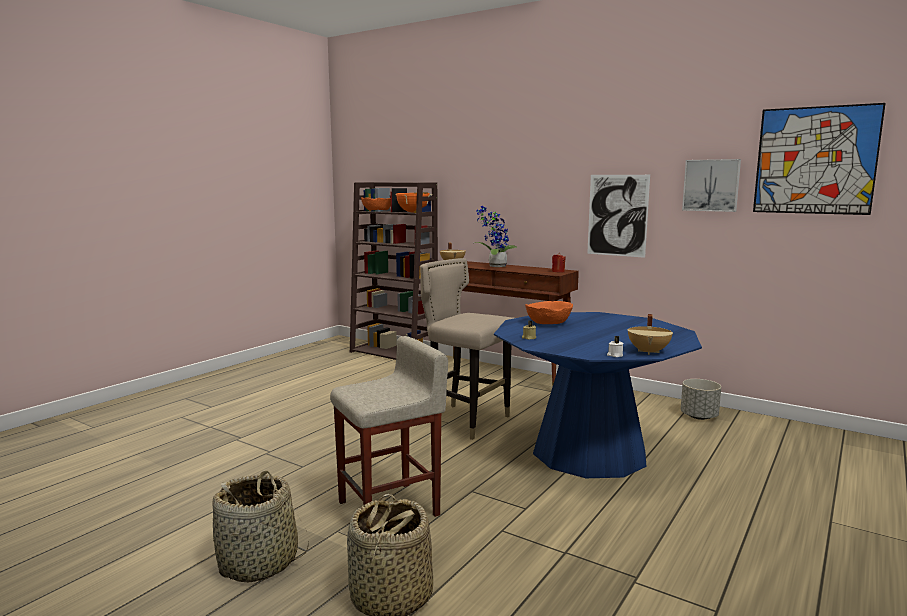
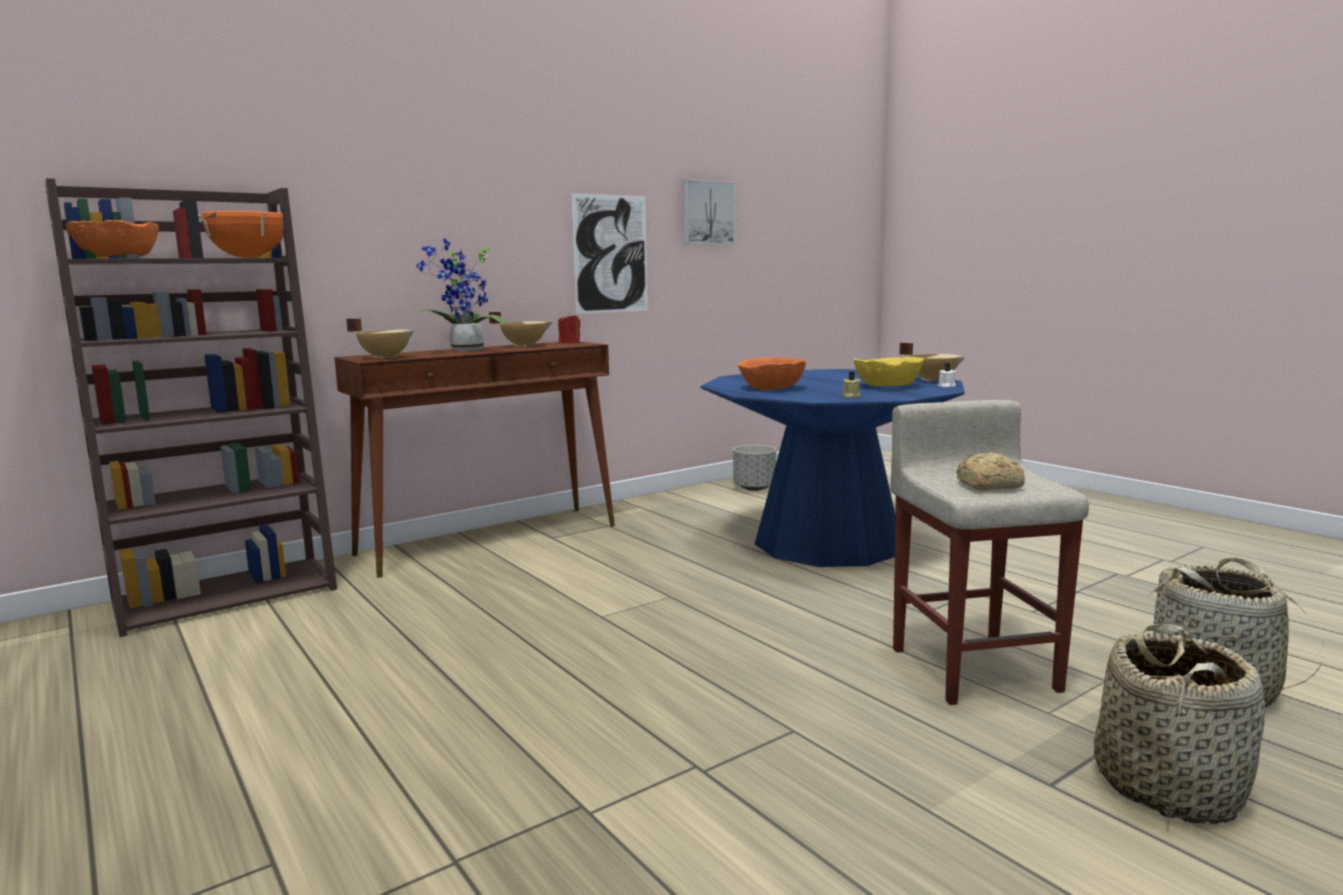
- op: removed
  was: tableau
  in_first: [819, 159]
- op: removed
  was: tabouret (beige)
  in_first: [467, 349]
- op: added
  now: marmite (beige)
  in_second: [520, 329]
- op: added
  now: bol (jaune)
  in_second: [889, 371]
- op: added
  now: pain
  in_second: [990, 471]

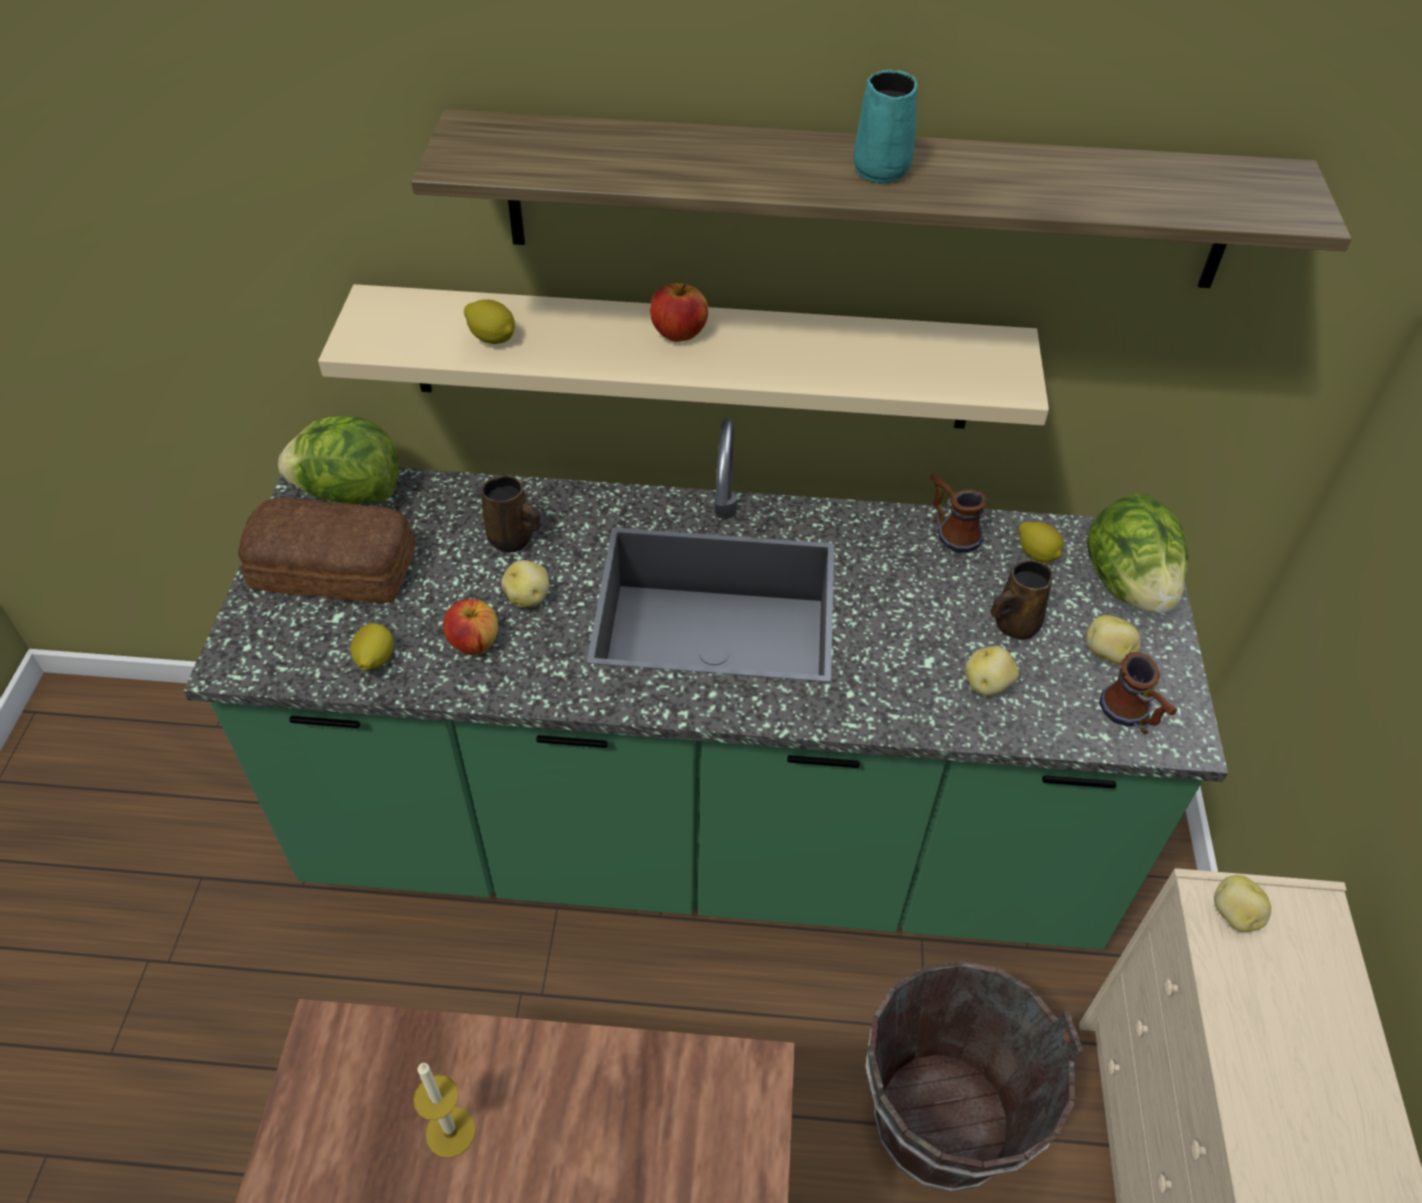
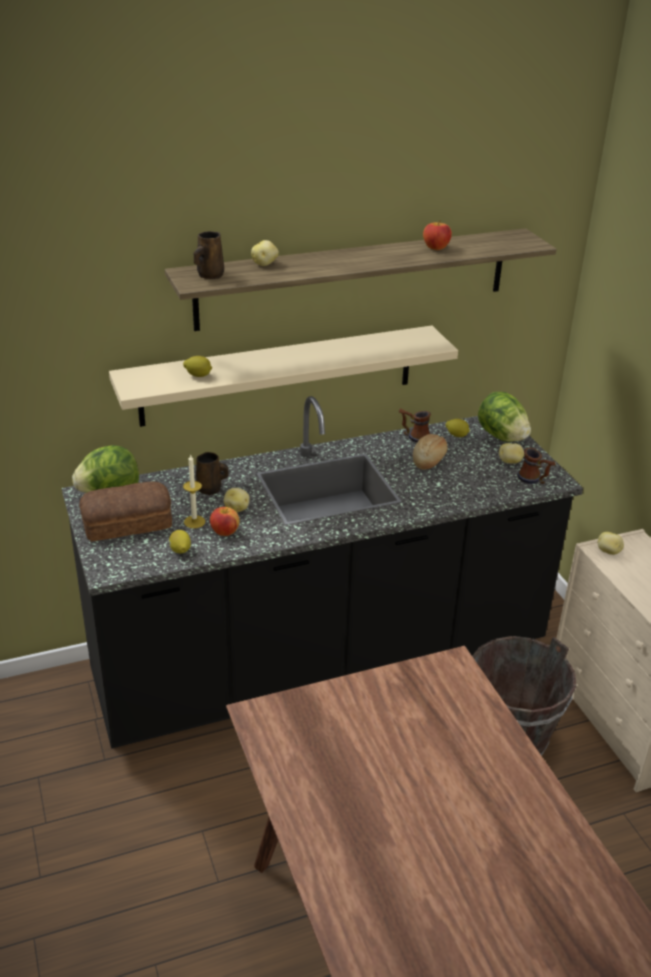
- op: removed
  was: mug (turquoise)
  in_first: [885, 127]
- op: moved
  was: pomme
  in_first: [679, 312]
  in_second: [437, 235]
- op: recoloured
  was: comptoir de cuisine (vert)
  now: comptoir de cuisine (noir)
  in_first: [706, 684]
  in_second: [322, 572]
- op: moved
  was: mug (marron)
  in_first: [1021, 600]
  in_second: [209, 255]
- op: moved
  was: pomme de terre
  in_first: [992, 671]
  in_second: [265, 253]
- op: moved
  was: bougie
  in_first: [444, 1110]
  in_second: [194, 491]
- op: added
  now: pain
  in_second: [430, 452]

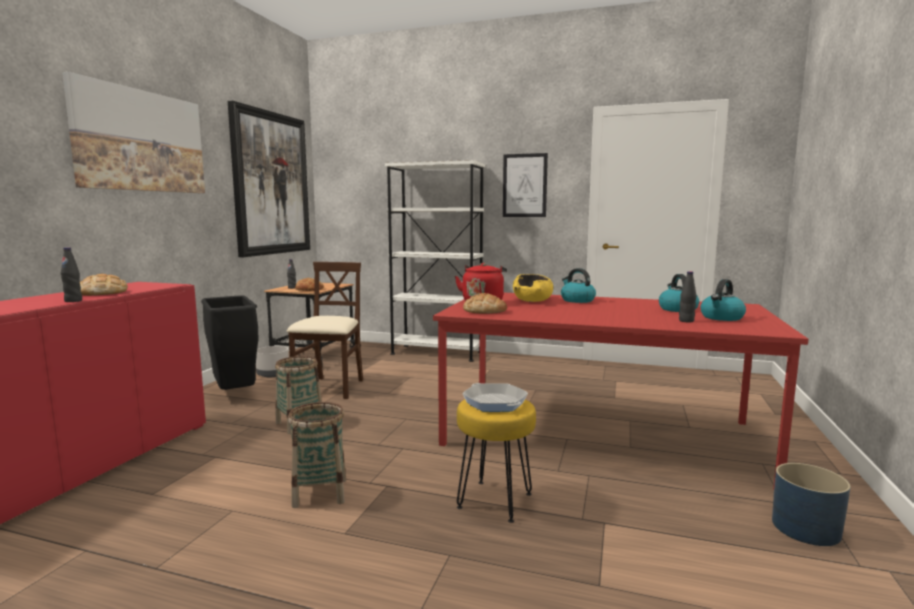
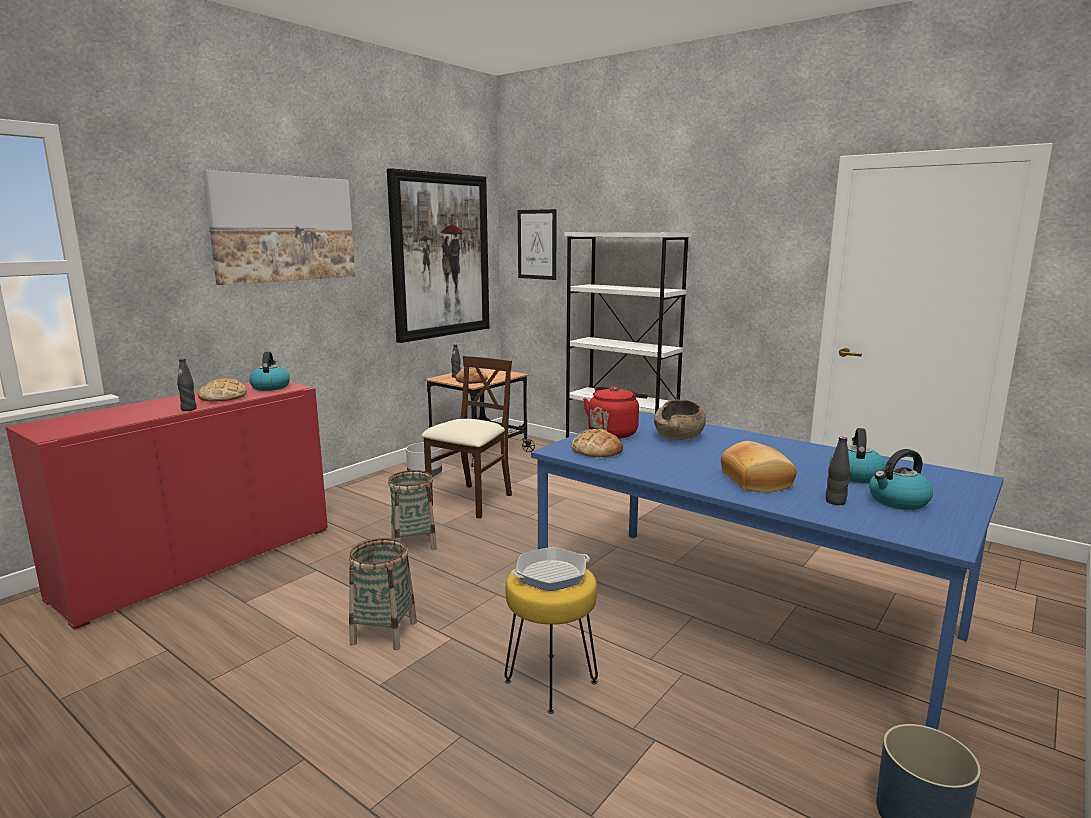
- op: moved
  was: tableau
  in_first: [525, 185]
  in_second: [537, 244]
- op: moved
  was: bouilloire
  in_first: [578, 285]
  in_second: [269, 371]
- op: recoloured
  was: bol (jaune)
  now: bol (marron)
  in_first: [533, 288]
  in_second: [680, 420]
- op: recoloured
  was: table à manger (rouge)
  now: table à manger (bleu)
  in_first: [621, 391]
  in_second: [767, 571]
- op: removed
  was: poubelle (noir)
  in_first: [229, 342]
- op: turned
  was: poêle
  in_first: [495, 397]
  in_second: [550, 569]
  clockwise: 75
- op: added
  now: pain
  in_second: [759, 466]

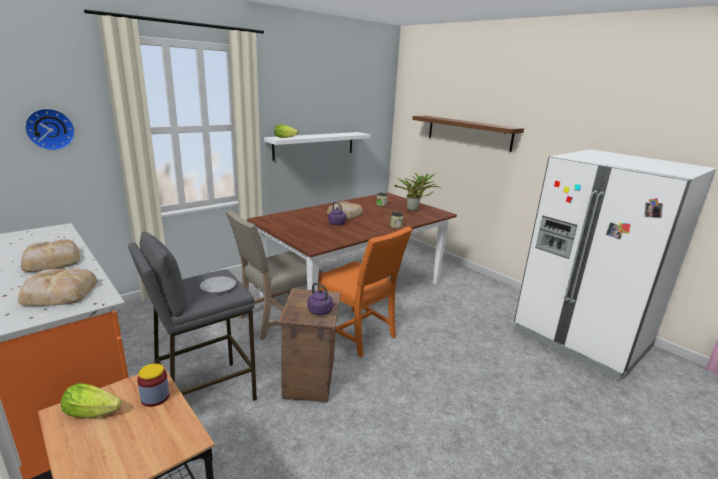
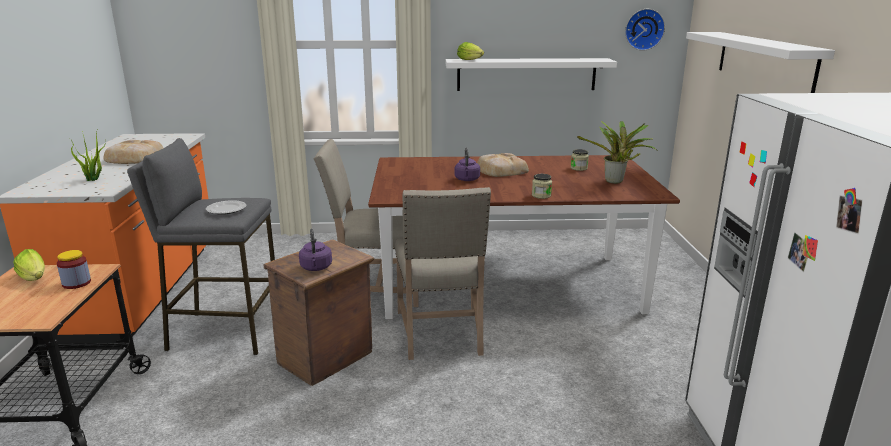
- op: moved
  was: horloge murale
  in_first: [49, 129]
  in_second: [645, 30]
- op: recoloured
  was: étagère (marron)
  now: étagère (blanc)
  in_first: [468, 134]
  in_second: [760, 62]
- op: recoloured
  was: chaise (orange)
  now: chaise (beige)
  in_first: [365, 292]
  in_second: [443, 273]
- op: replaced
  was: pain
  now: plante en pot
  in_first: [57, 287]
  in_second: [88, 154]

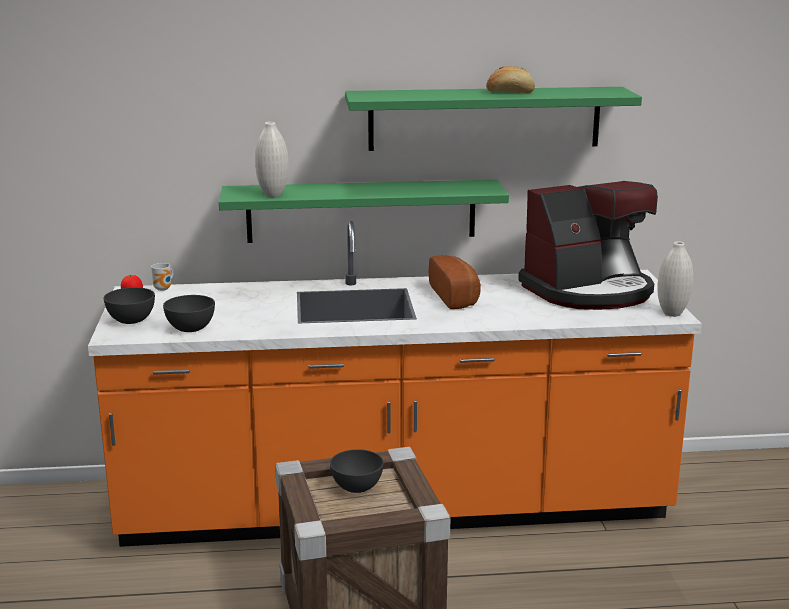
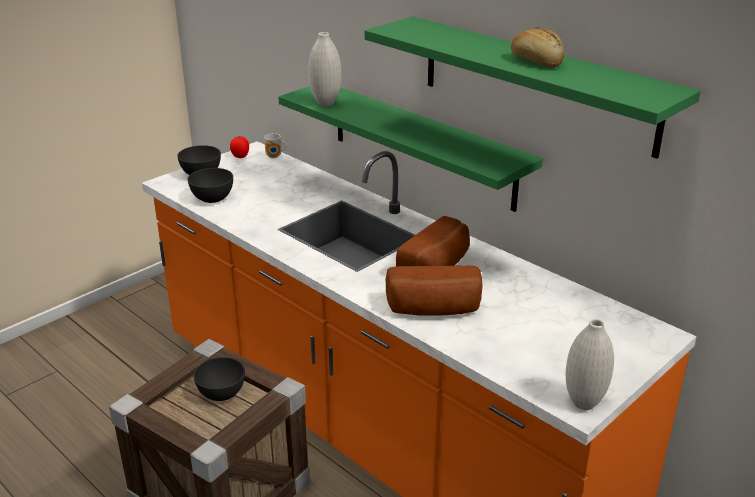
- op: removed
  was: machine à café
  in_first: [588, 245]
- op: added
  now: pain
  in_second: [434, 290]

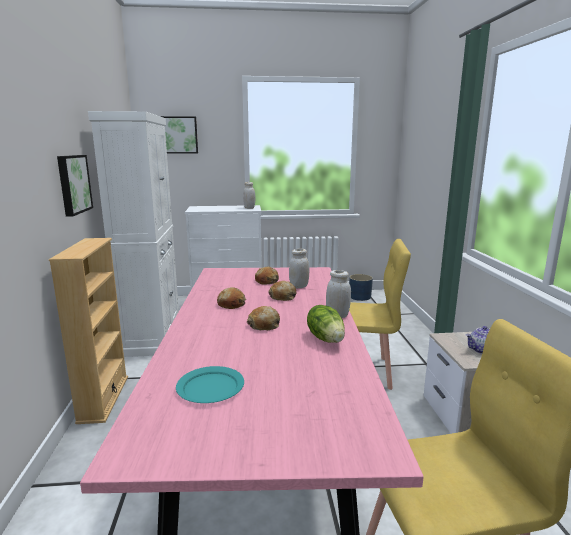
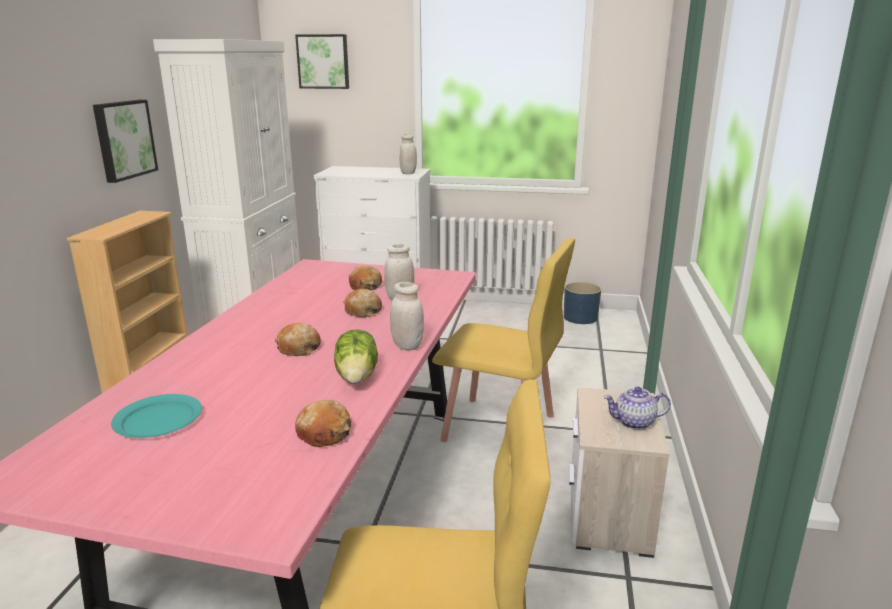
- op: moved
  was: pain
  in_first: [231, 298]
  in_second: [323, 423]

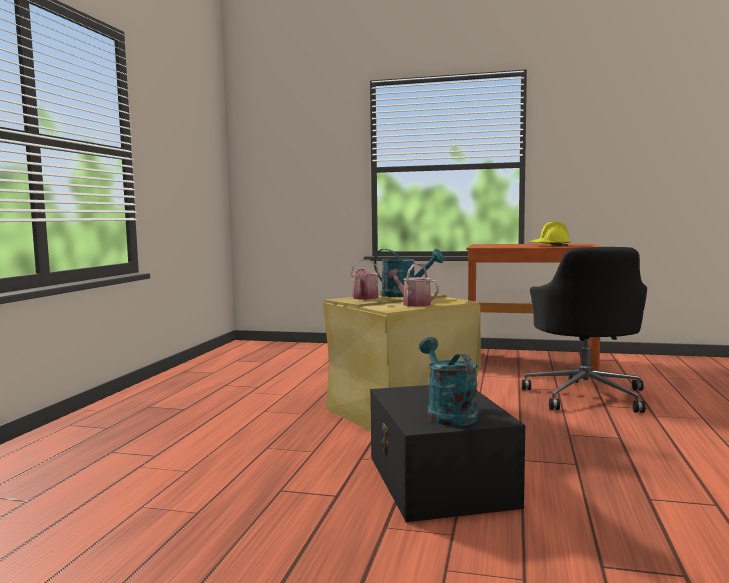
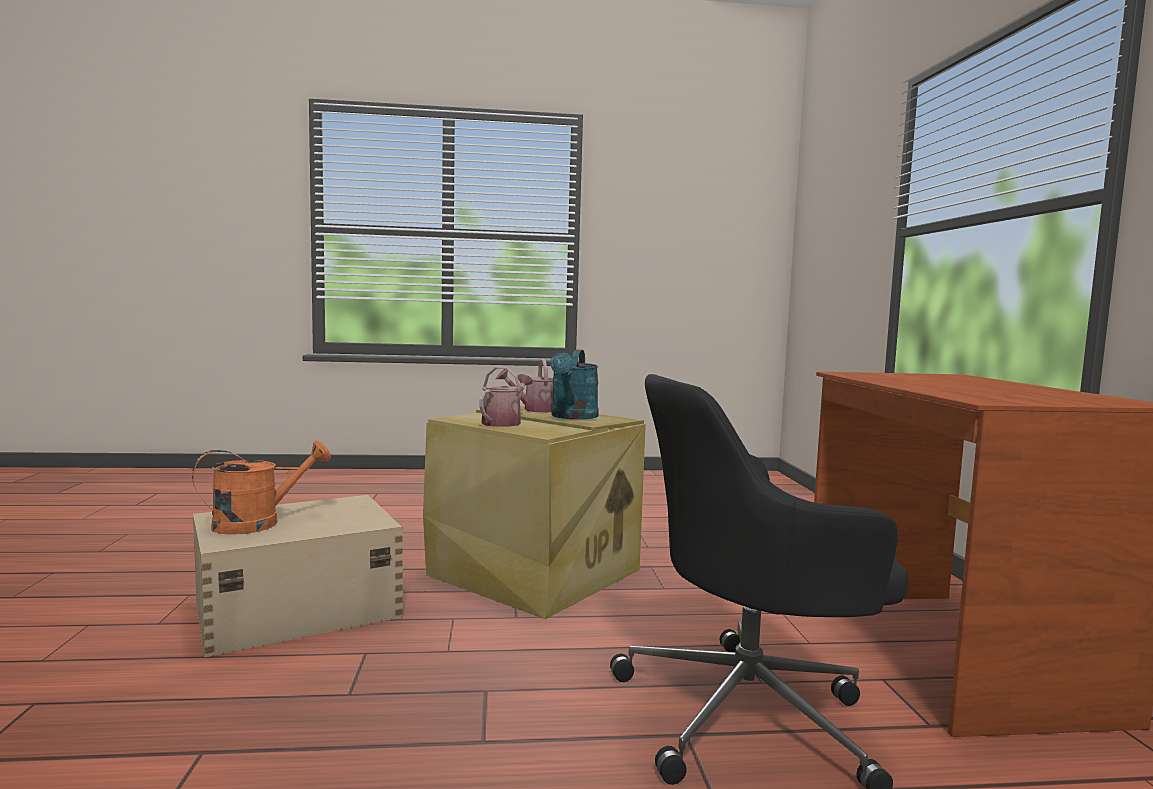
- op: removed
  was: casque de chantier (jaune)
  in_first: [550, 234]
- op: recoloured
  was: arrosoir (turquoise)
  now: arrosoir (orange)
  in_first: [448, 381]
  in_second: [261, 488]
- op: recoloured
  was: boîte de rangement (noir)
  now: boîte de rangement (beige)
  in_first: [448, 453]
  in_second: [298, 576]

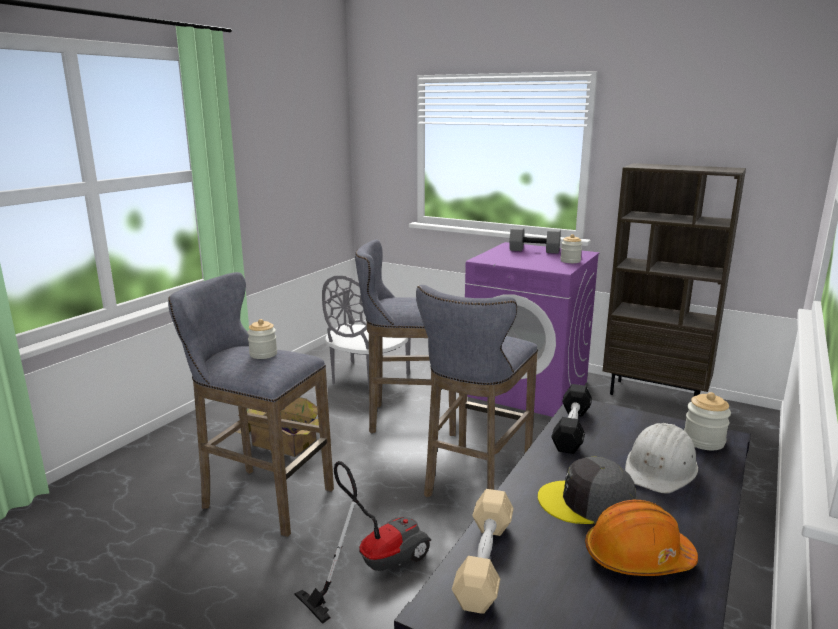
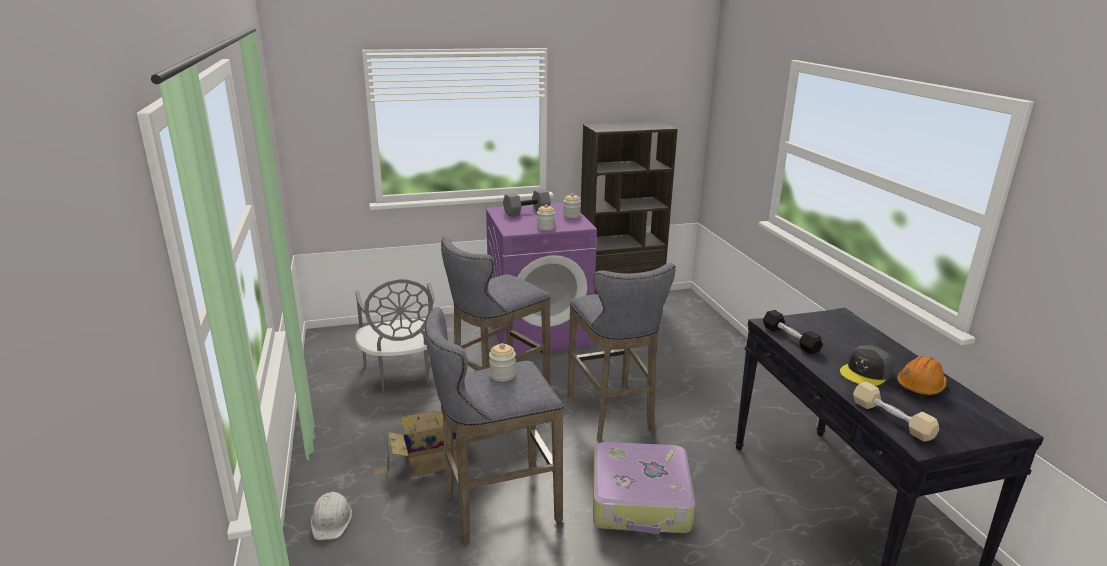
- op: moved
  was: bocal
  in_first: [707, 421]
  in_second: [546, 217]
- op: moved
  was: casque de chantier (blanc)
  in_first: [661, 458]
  in_second: [331, 516]
- op: replaced
  was: aspirateur
  now: valise
  in_first: [362, 542]
  in_second: [644, 488]

